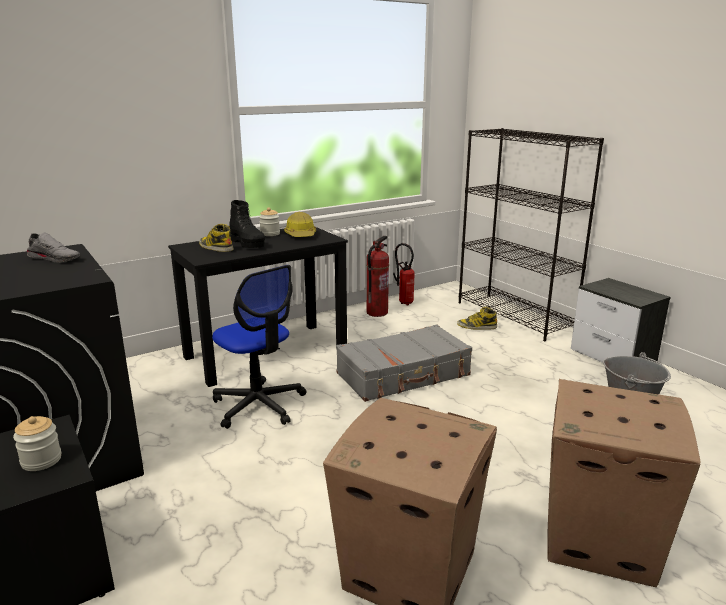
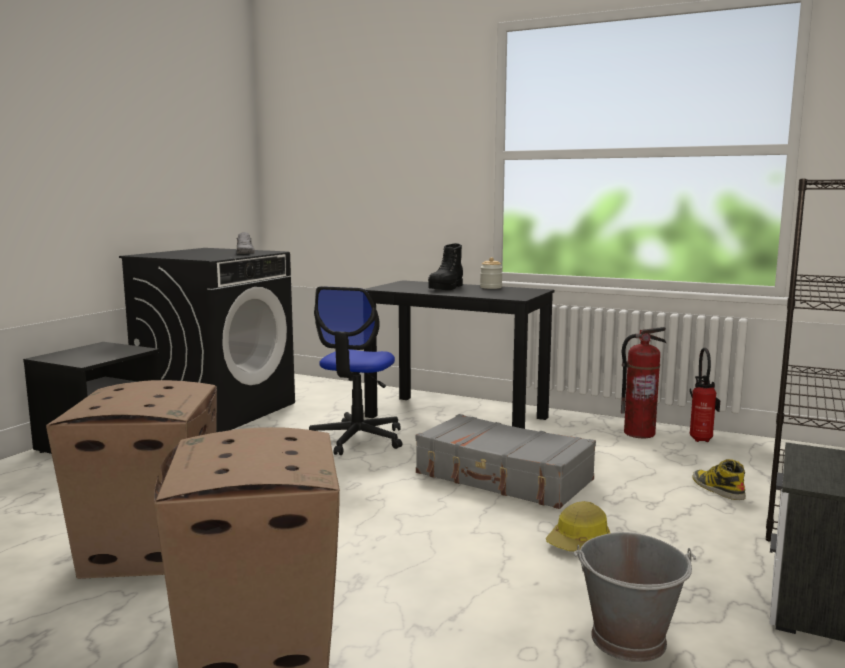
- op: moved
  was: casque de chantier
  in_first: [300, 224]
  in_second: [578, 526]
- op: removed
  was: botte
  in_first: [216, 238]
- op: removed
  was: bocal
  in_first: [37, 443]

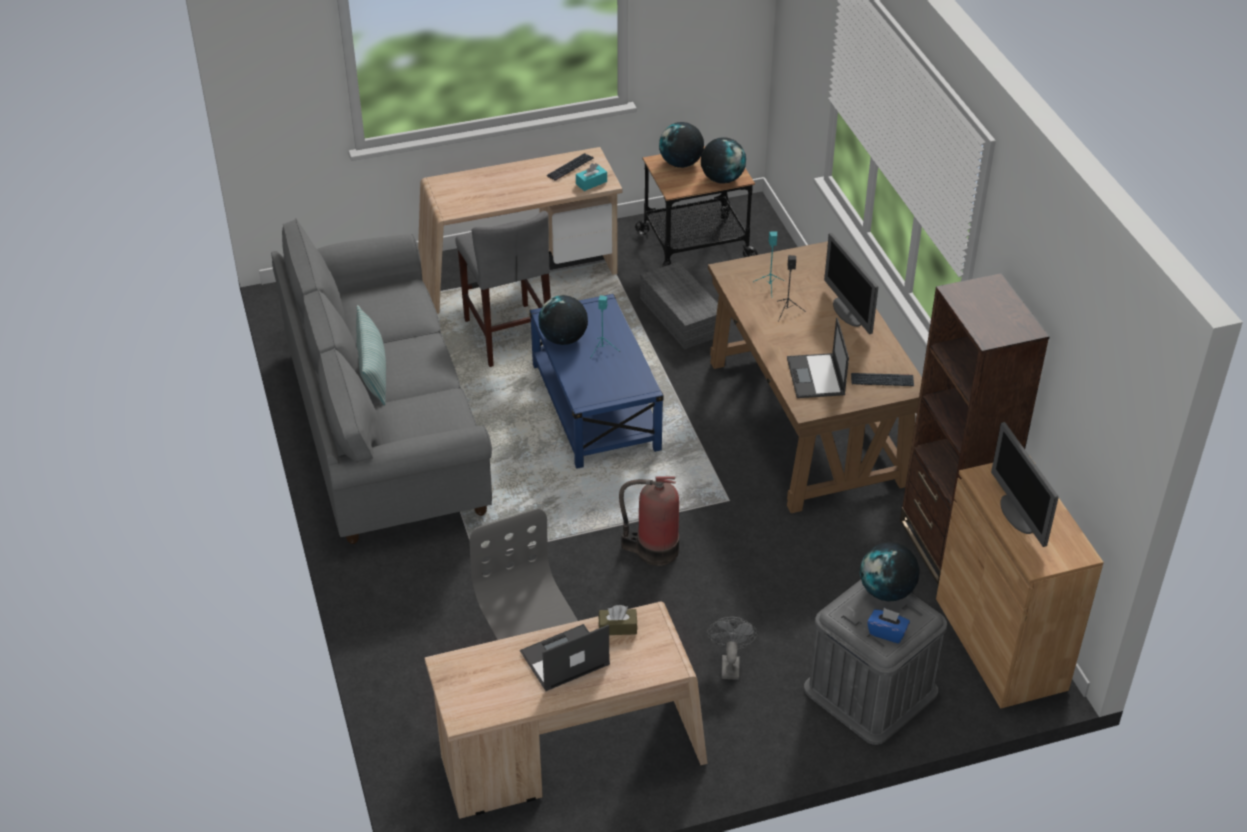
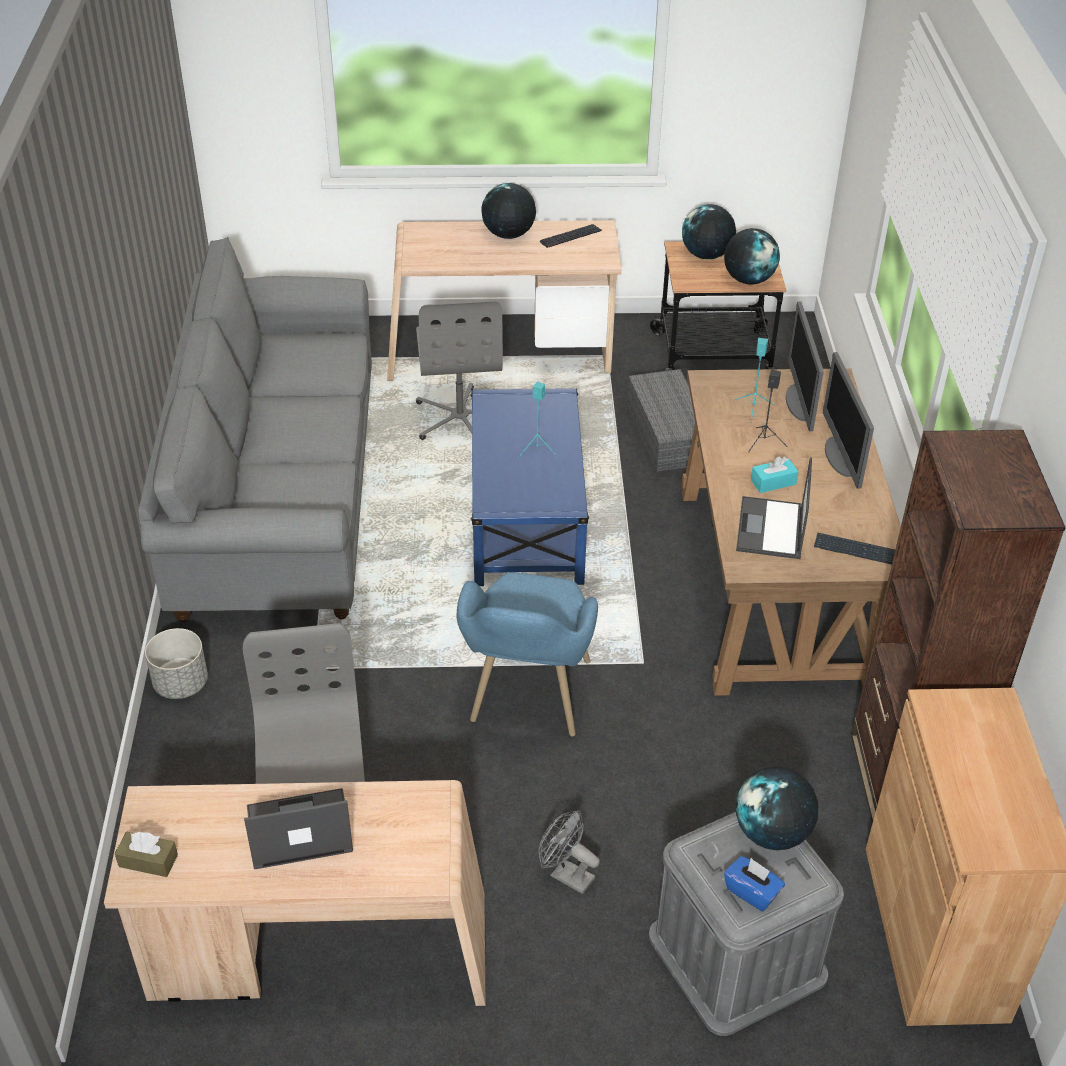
- op: moved
  was: boîte à mouchoirs (turquoise)
  in_first: [591, 177]
  in_second: [775, 474]
- op: replaced
  was: tabouret (gris)
  now: chaise de bureau (gris)
  in_first: [503, 289]
  in_second: [459, 370]
- op: moved
  was: globe
  in_first: [563, 320]
  in_second: [508, 211]
- op: removed
  was: coussin
  in_first: [371, 355]
- op: moved
  was: écran d'ordinateur
  in_first: [1025, 484]
  in_second: [805, 366]
- op: replaced
  was: extincteur
  now: fauteuil (bleu)
  in_first: [649, 521]
  in_second: [527, 654]
- op: moved
  was: boîte à mouchoirs (marron)
  in_first: [618, 620]
  in_second: [146, 854]
- op: turned
  was: ventilateur (gris)
  in_first: [732, 648]
  in_second: [569, 852]
  clockwise: -75
- op: added
  now: cache-pot (gris)
  in_second: [176, 663]

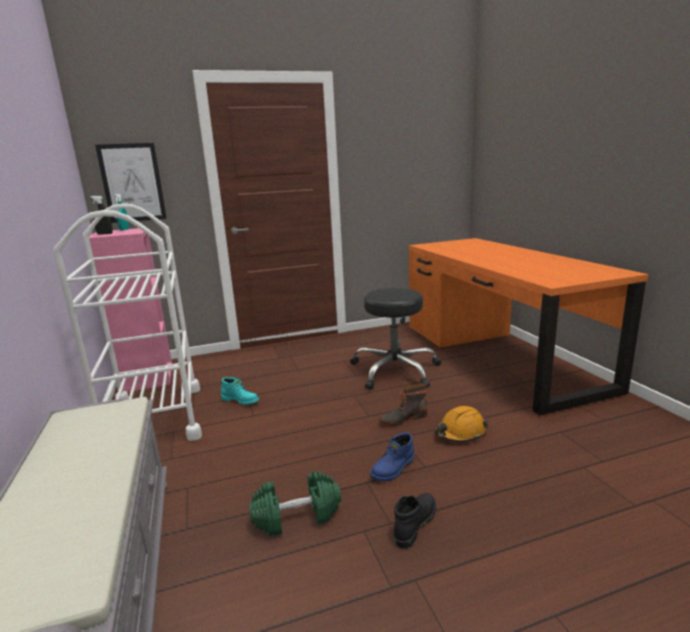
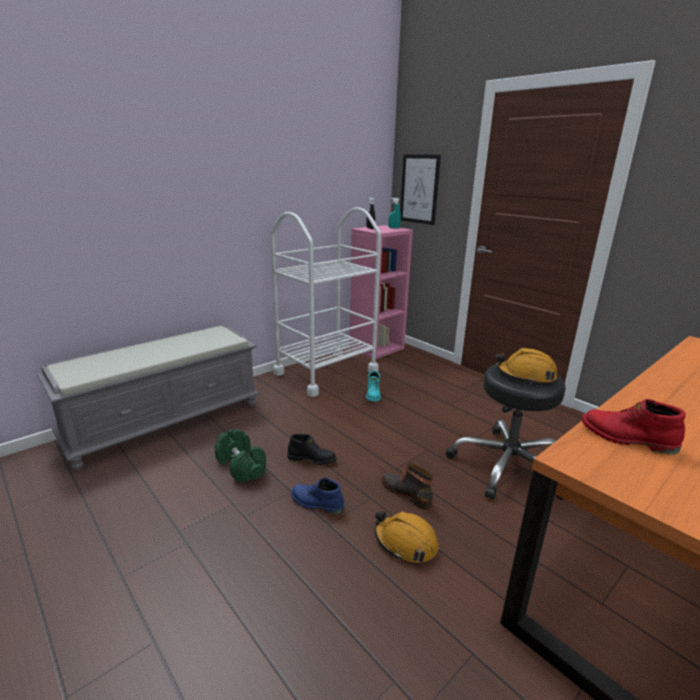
- op: moved
  was: botte (noir)
  in_first: [414, 520]
  in_second: [312, 449]
- op: added
  now: casque de chantier (orange)
  in_second: [526, 366]
- op: added
  now: botte (rouge)
  in_second: [634, 427]

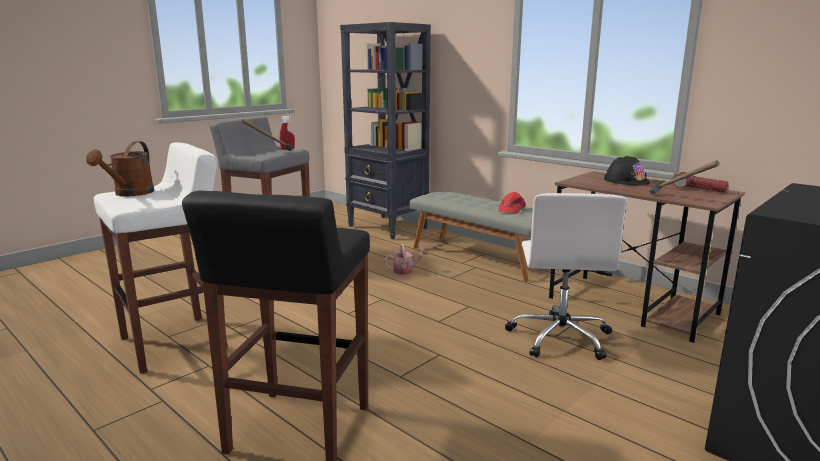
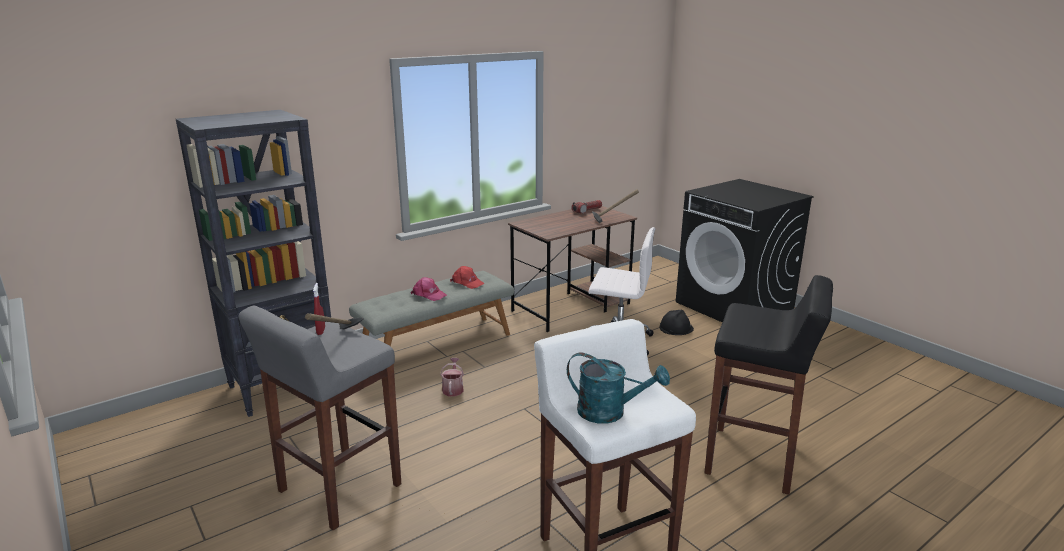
- op: recoloured
  was: arrosoir (marron)
  now: arrosoir (turquoise)
  in_first: [120, 169]
  in_second: [618, 388]
- op: moved
  was: casque de chantier (noir)
  in_first: [627, 171]
  in_second: [676, 322]
- op: added
  now: casquette (rose)
  in_second: [429, 289]

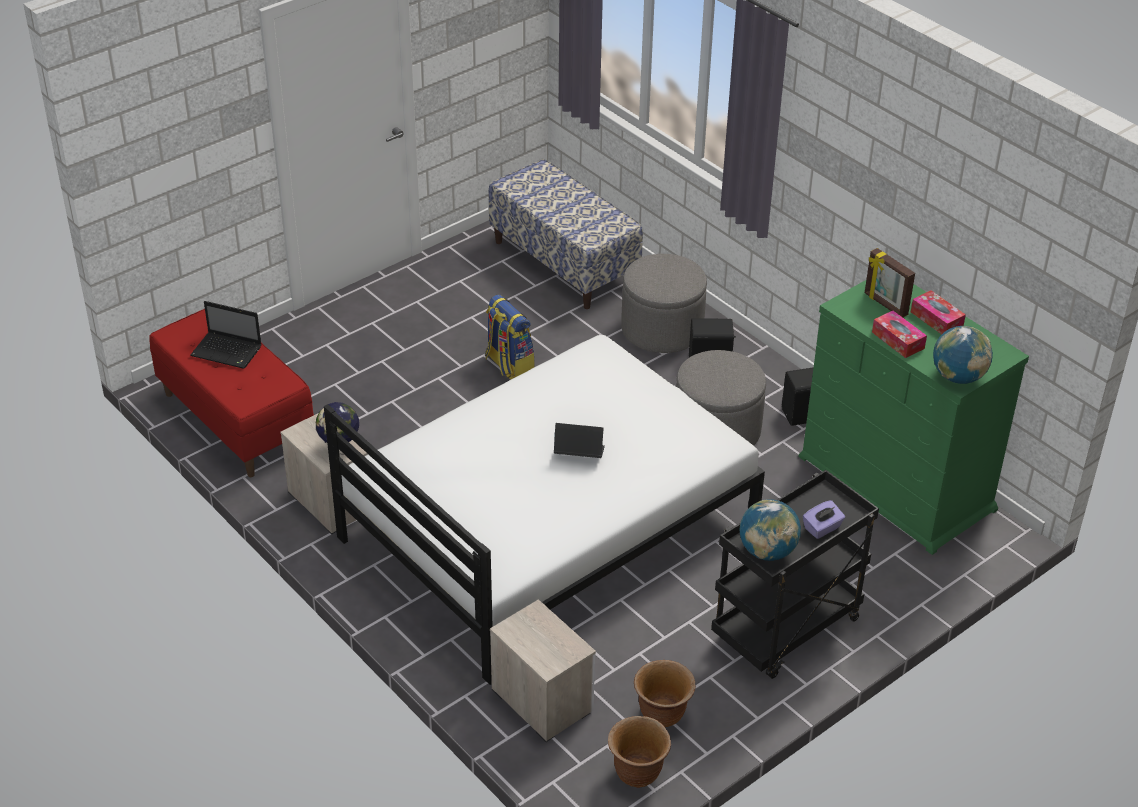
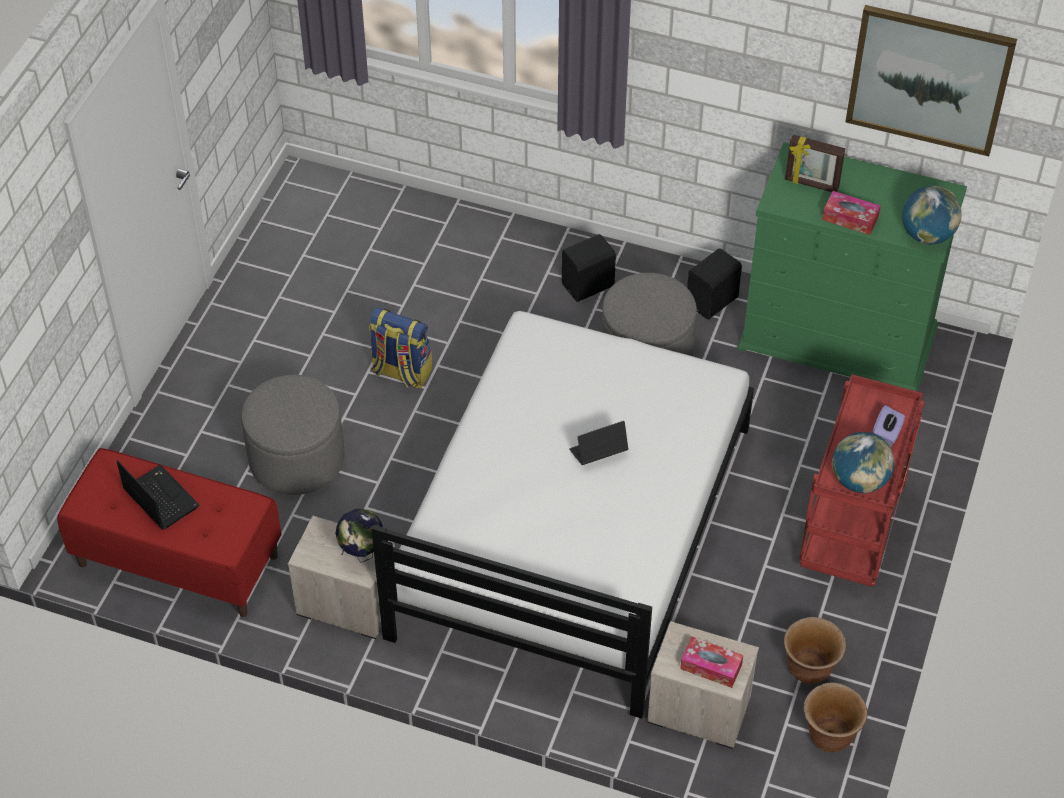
- op: removed
  was: banc
  in_first: [566, 234]
- op: moved
  was: pouf (gris)
  in_first: [664, 303]
  in_second: [293, 435]
- op: moved
  was: boîte à mouchoirs
  in_first: [938, 312]
  in_second: [711, 662]
- op: turned
  was: ordinateur portable
  in_first: [226, 335]
  in_second: [158, 495]
  clockwise: -120
- op: recoloured
  was: chariot (noir)
  now: chariot (rouge)
  in_first: [795, 574]
  in_second: [861, 480]
- op: added
  now: tableau
  in_second: [931, 80]

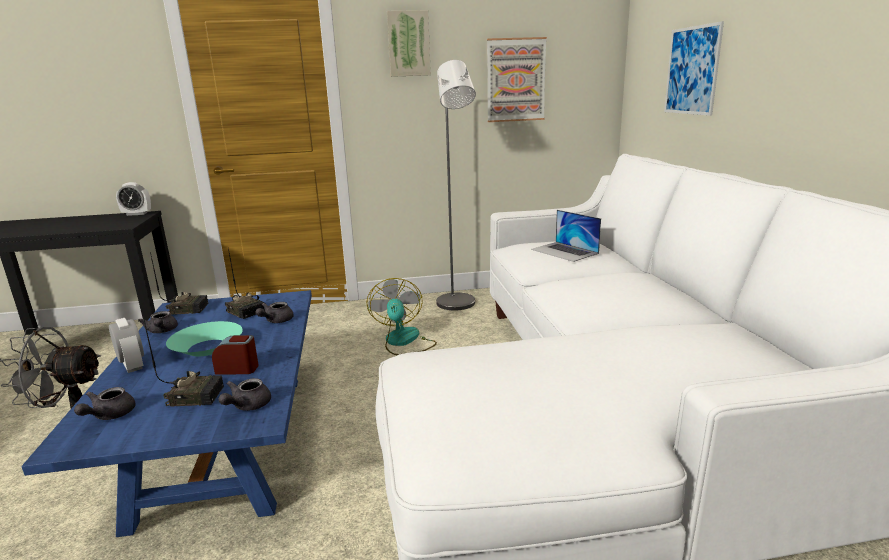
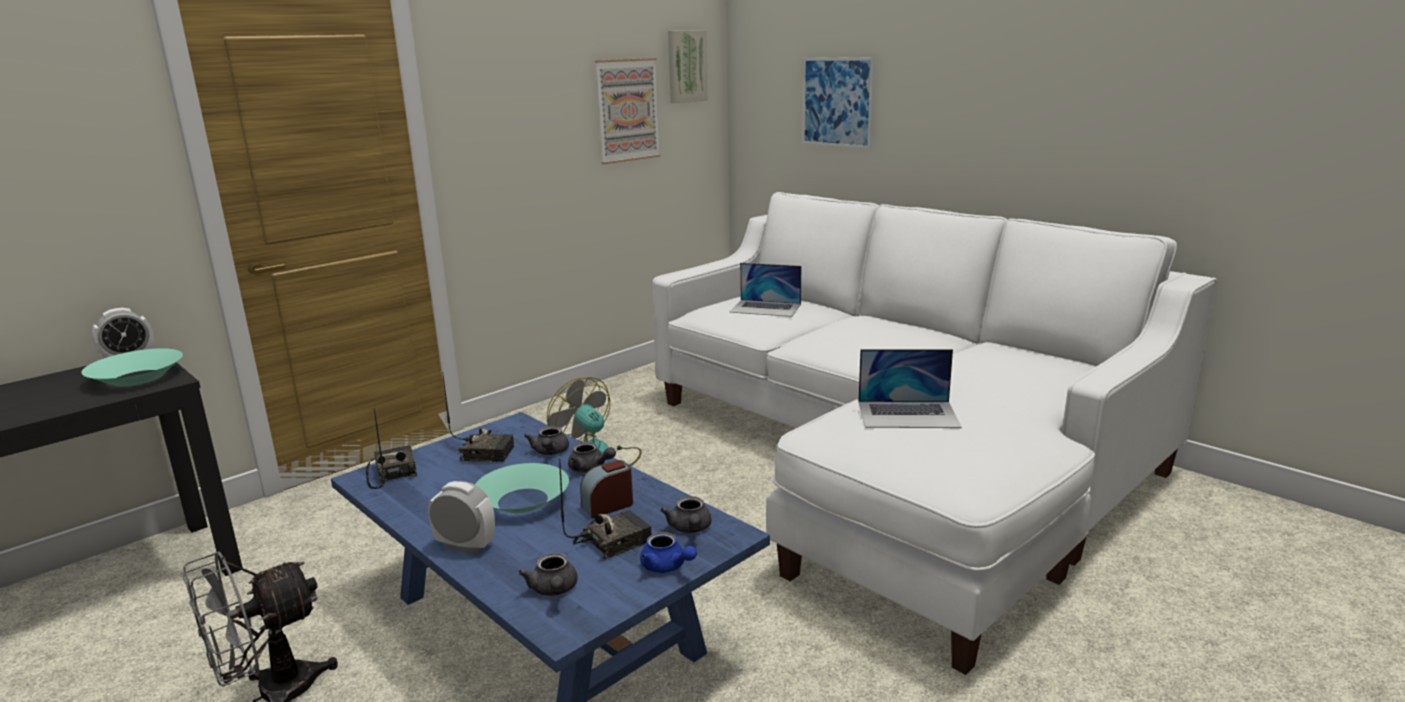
- op: moved
  was: tableau
  in_first: [409, 43]
  in_second: [688, 66]
- op: removed
  was: lampadaire (gris)
  in_first: [456, 185]
- op: turned
  was: radio
  in_first: [179, 283]
  in_second: [391, 448]
  clockwise: -75
- op: moved
  was: théière (gris)
  in_first: [158, 322]
  in_second: [592, 457]
- op: added
  now: bol (turquoise)
  in_second: [132, 367]
- op: added
  now: ordinateur portable
  in_second: [910, 388]
- op: added
  now: théière (bleu)
  in_second: [668, 552]

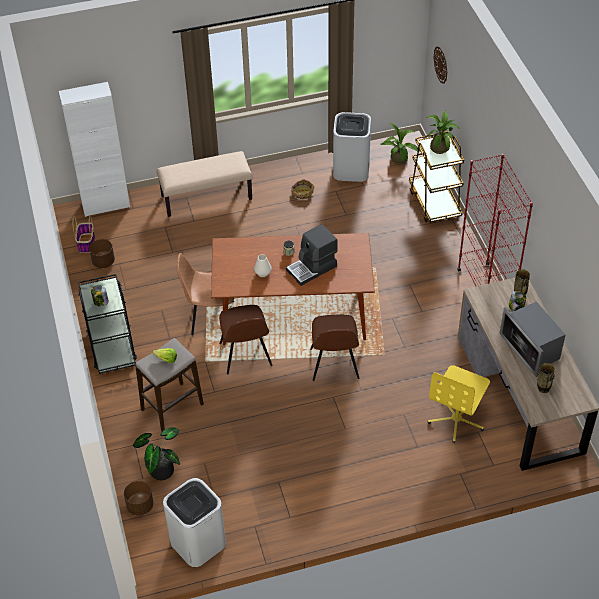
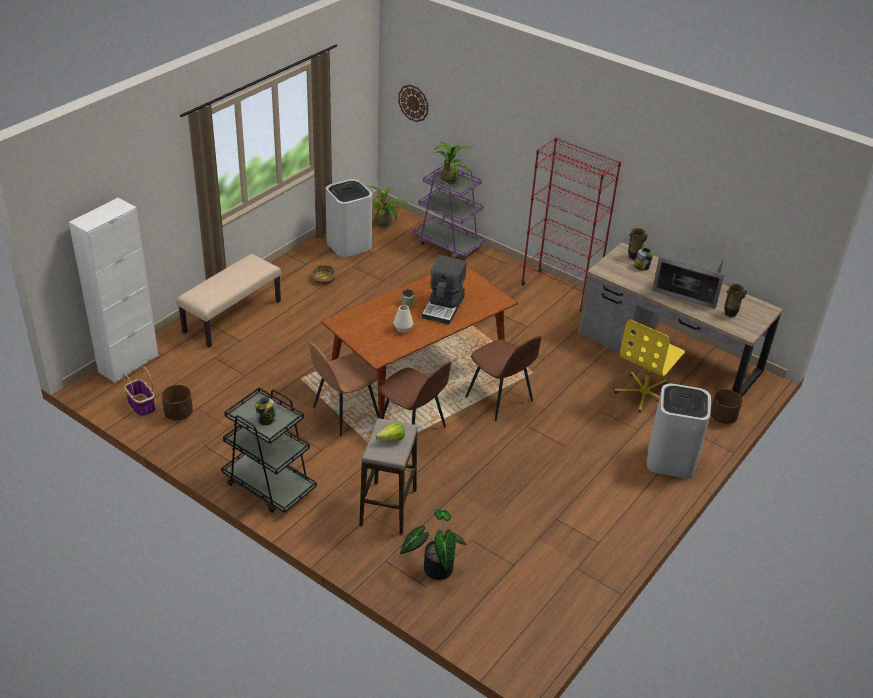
- op: recoloured
  was: chariot (marron)
  now: chariot (violet)
  in_first: [436, 176]
  in_second: [449, 211]
- op: turned
  was: chaise de bureau (jaune)
  in_first: [459, 404]
  in_second: [649, 366]
  clockwise: 45
- op: moved
  was: poubelle (blanc)
  in_first: [194, 522]
  in_second: [679, 431]
- op: moved
  was: cache-pot (marron)
  in_first: [138, 498]
  in_second: [726, 406]

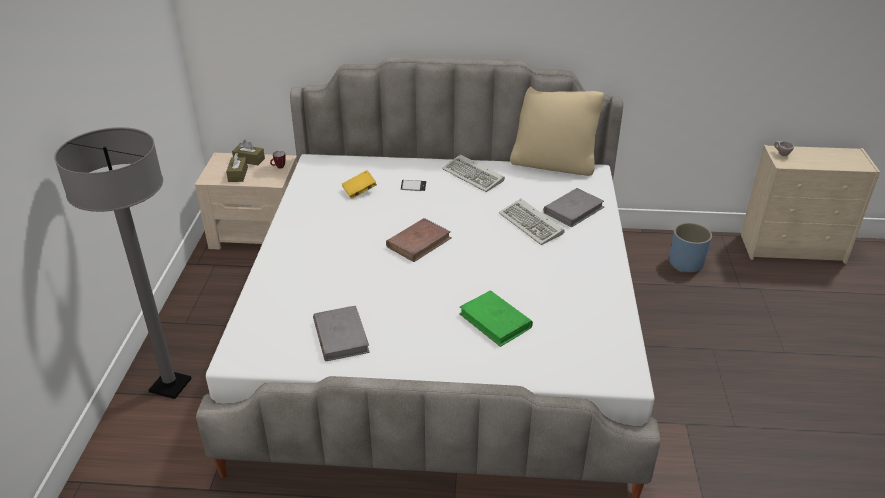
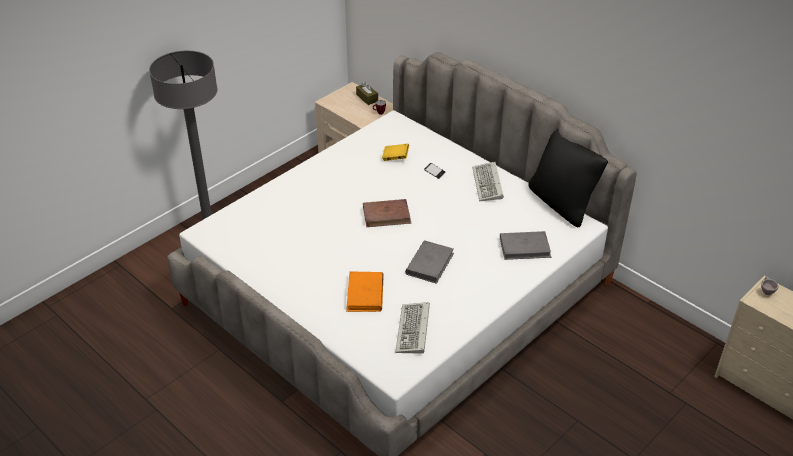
- op: recoloured
  was: coussin (beige)
  now: coussin (noir)
  in_first: [557, 131]
  in_second: [568, 178]
- op: removed
  was: boîte à mouchoirs (marron)
  in_first: [237, 167]
- op: moved
  was: clavier
  in_first: [532, 222]
  in_second: [412, 328]
- op: removed
  was: cache-pot (bleu)
  in_first: [690, 247]
- op: recoloured
  was: livre (vert)
  now: livre (orange)
  in_first: [496, 318]
  in_second: [365, 292]
- op: moved
  was: livre (gris)
  in_first: [341, 333]
  in_second: [429, 262]

